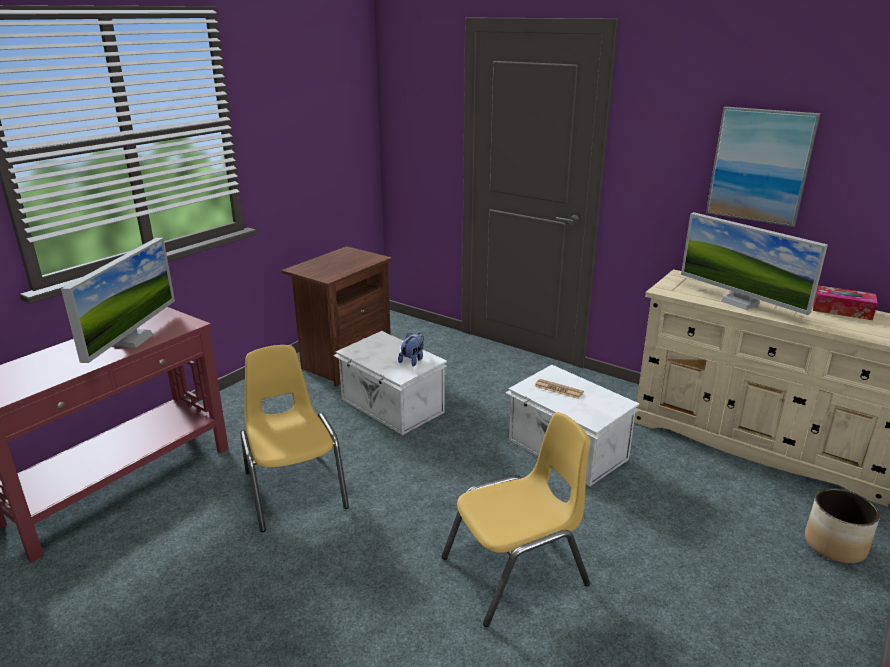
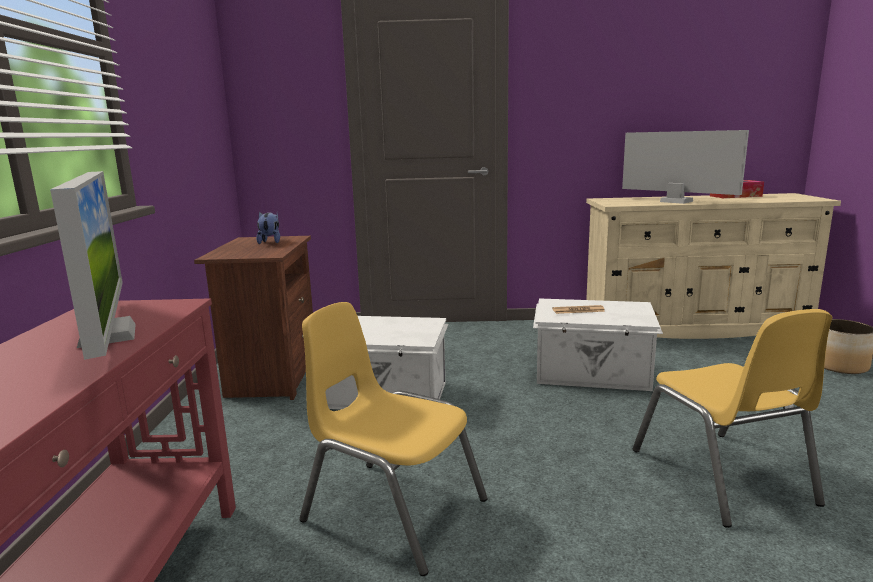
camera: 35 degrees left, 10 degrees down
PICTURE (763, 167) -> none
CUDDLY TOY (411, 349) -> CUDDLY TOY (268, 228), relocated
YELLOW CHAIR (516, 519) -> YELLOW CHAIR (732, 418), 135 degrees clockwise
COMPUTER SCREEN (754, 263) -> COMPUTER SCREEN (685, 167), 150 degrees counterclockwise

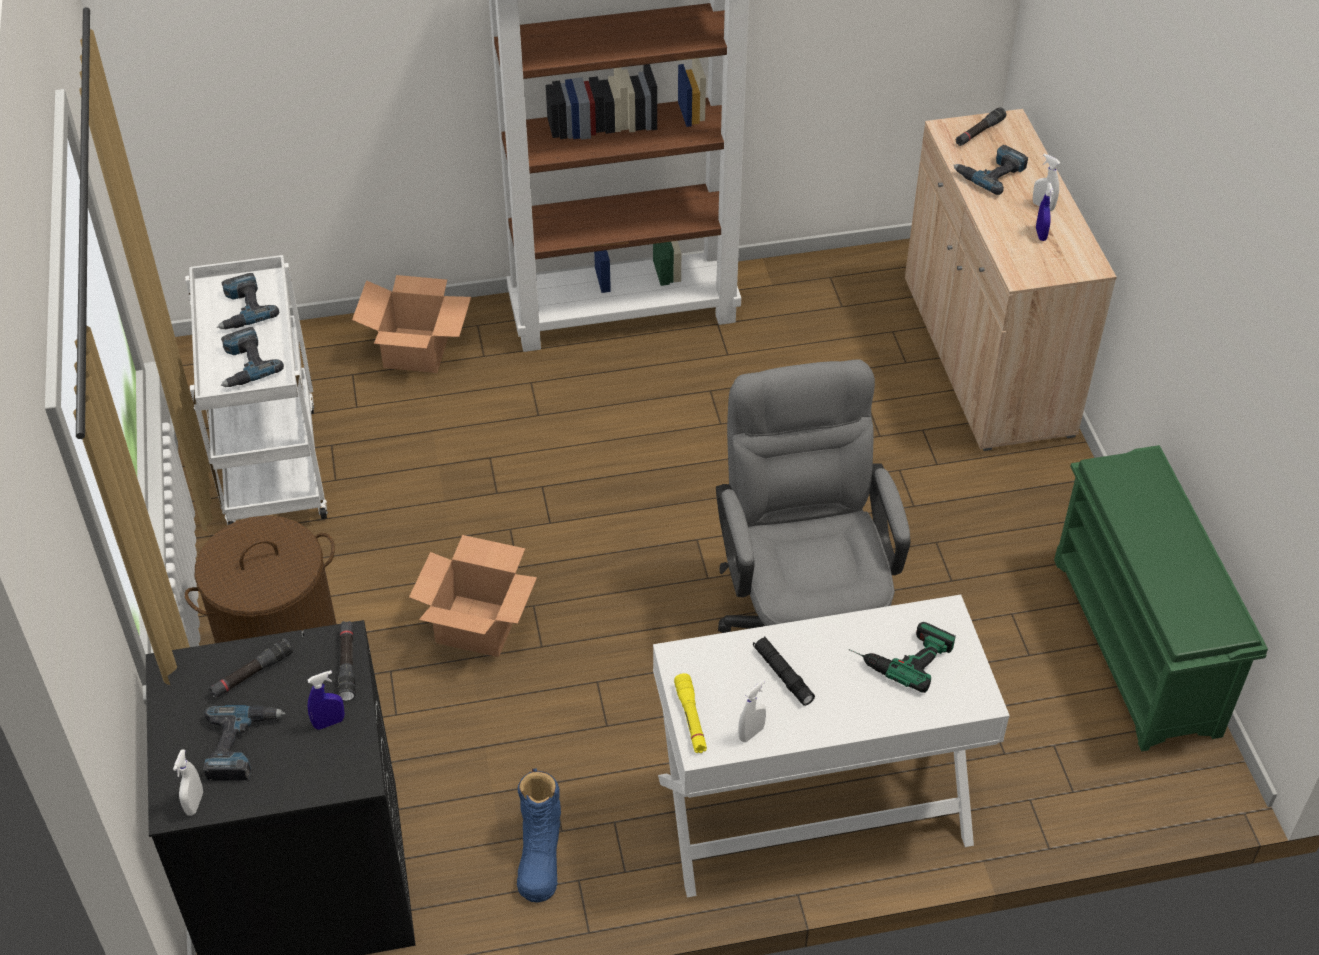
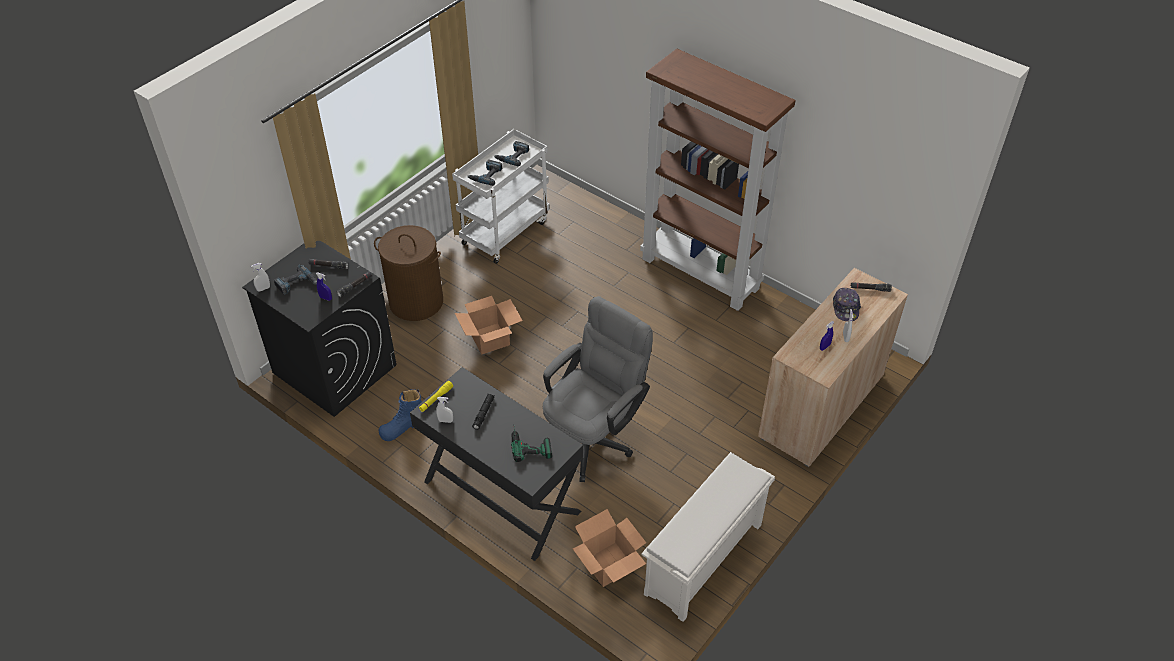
camera: 50 degrees right, 0 degrees up
CARDBOARD BOX (411, 324) -> CARDBOARD BOX (609, 548), relocated
ELECTRIC DRILL (990, 170) -> BASEBALL CAP (847, 304)
WHITE-COLOURED DESK TABLE (831, 746) -> BLACKISH DESK TABLE (496, 464)
GREENISH SHOE RACK (1161, 598) -> WHITE-COLOURED SHOE RACK (708, 537)

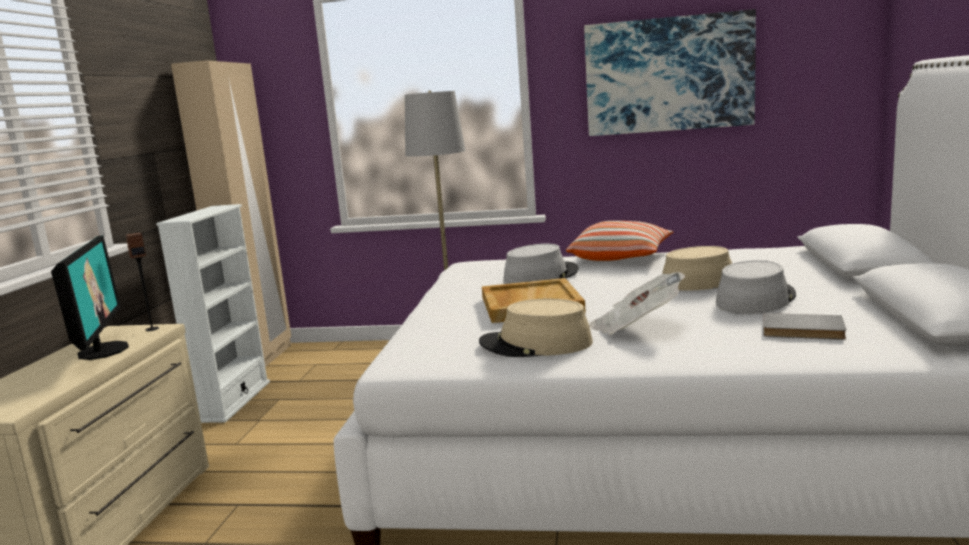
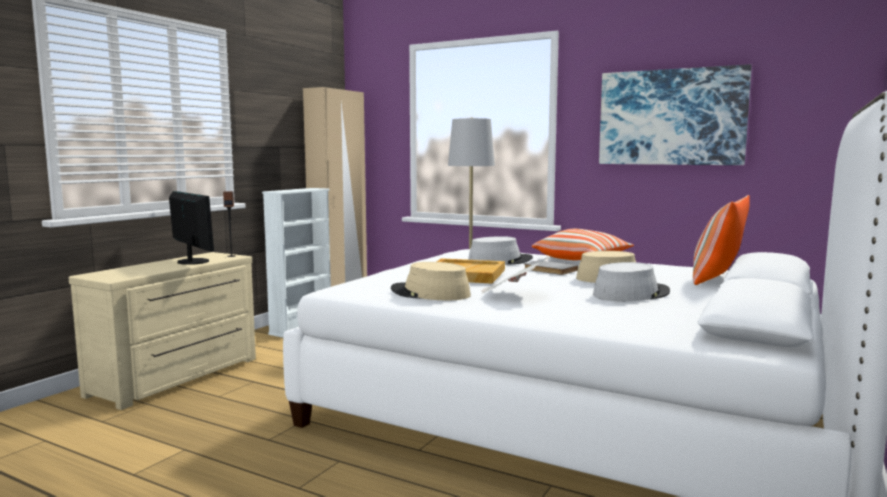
camera: 20 degrees right, 5 degrees down
none -> THROW PILLOW (721, 240)
GREYISH VOLUME (804, 326) -> GREYISH VOLUME (551, 267), relocated
COMPUTER SCREEN (90, 297) -> COMPUTER SCREEN (191, 228), 45 degrees counterclockwise

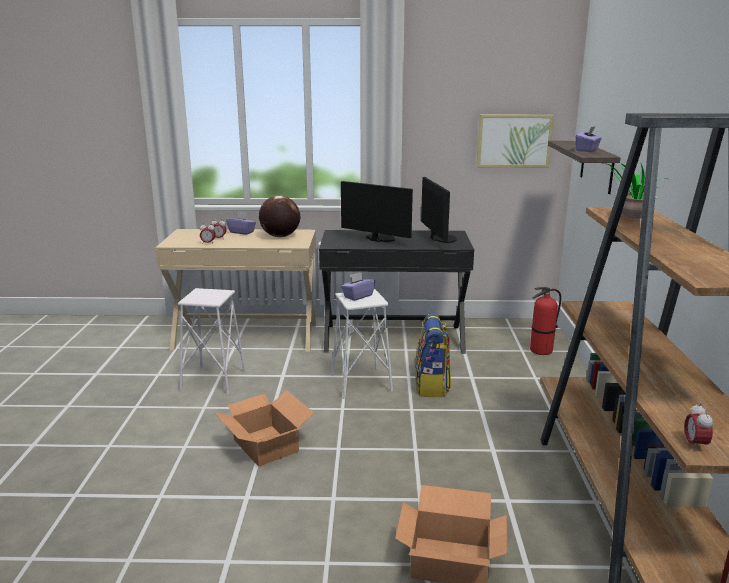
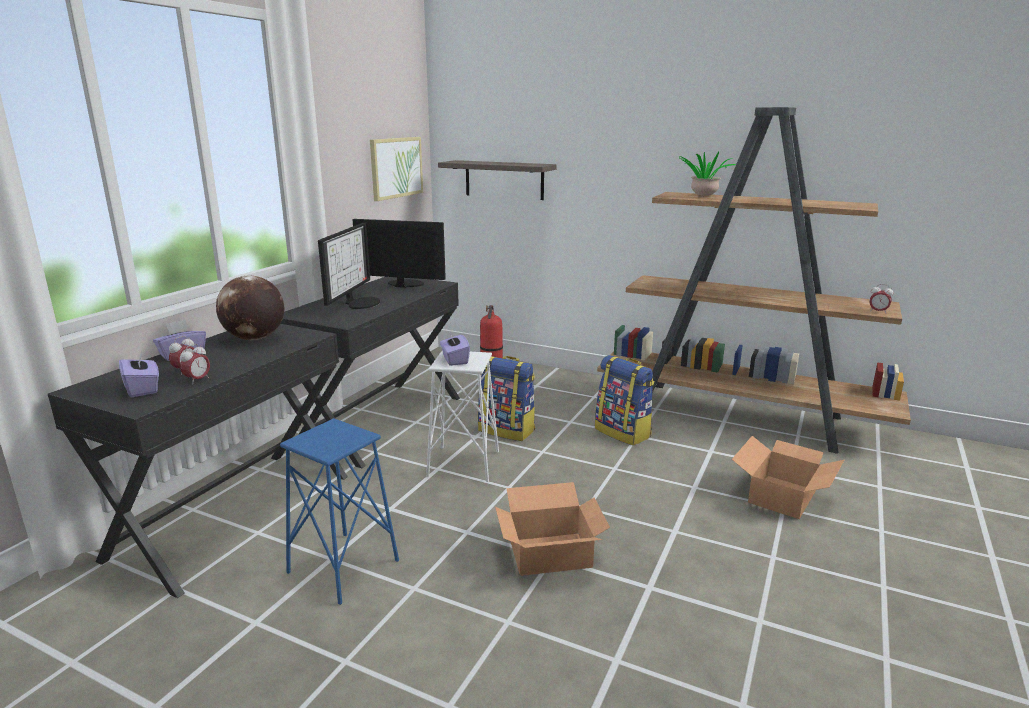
camera: 65 degrees left, 0 degrees up
none -> BACKPACK (624, 400)
PURPLE-COLOURED TISSUE HOLDER (588, 139) -> PURPLE-COLOURED TISSUE HOLDER (139, 373), relocated
BEIGE DESK TABLE (235, 290) -> BLACKISH DESK TABLE (198, 461)
WHITE-COLOURED STOOL SEAT (212, 341) -> BLUE-COLOURED STOOL SEAT (339, 511)
COMPUTER SCREEN (377, 211) -> COMPUTER SCREEN (349, 266), 135 degrees clockwise

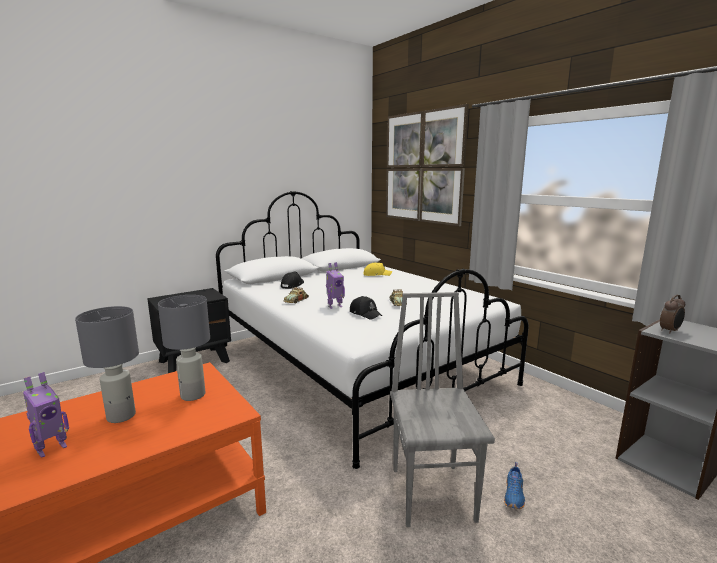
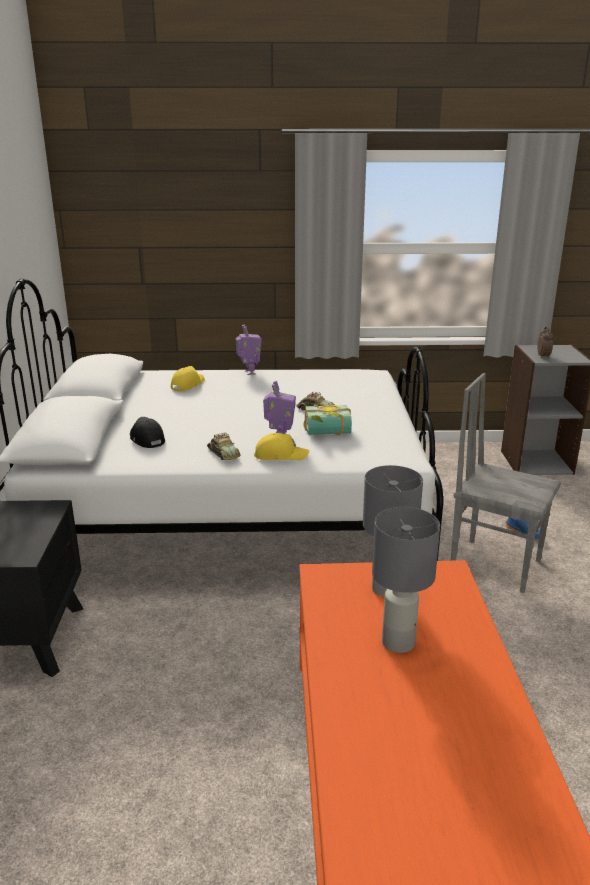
camera: 55 degrees left, 10 degrees up
PICTURE (427, 165) -> none
none -> YELLOW BASEBALL CAP (282, 446)
TOY ROBOT (46, 415) -> TOY ROBOT (248, 350), relocated
BLACKISH BASEBALL CAP (366, 307) -> VOLUME (327, 419)

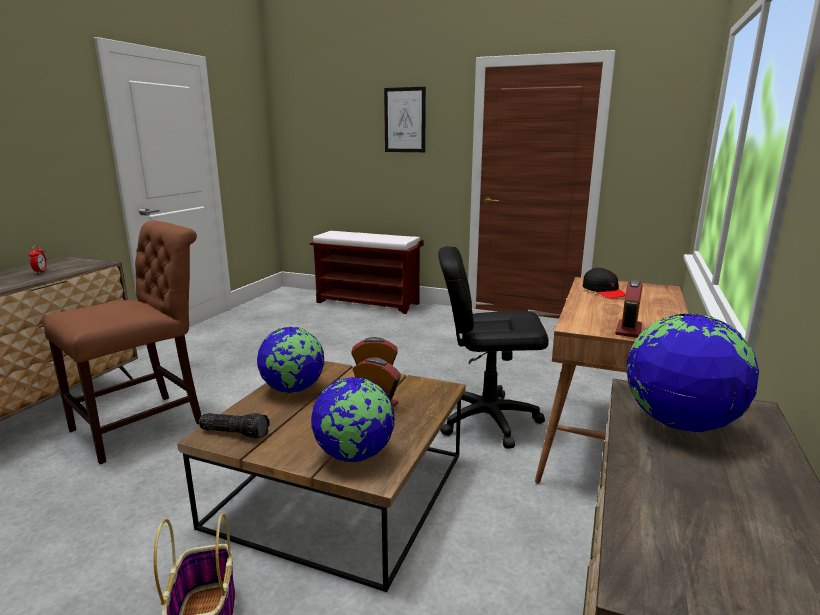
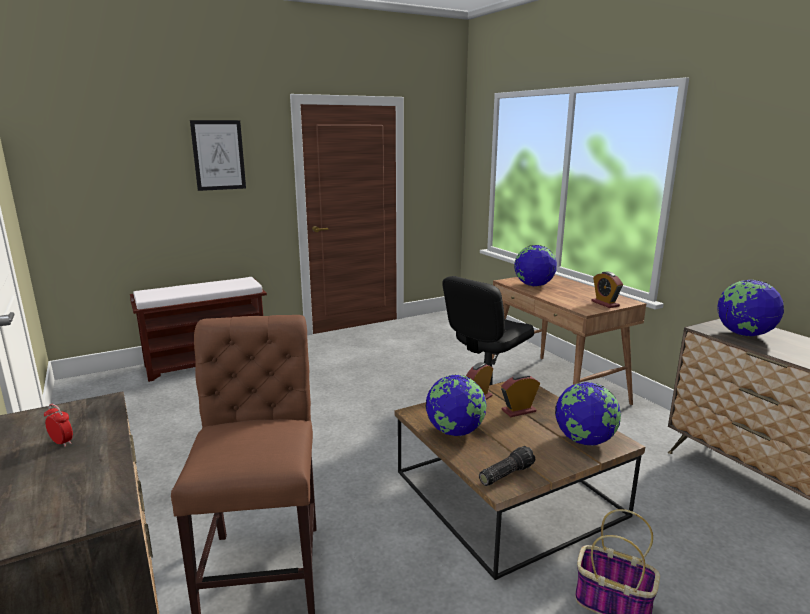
camera: 50 degrees left, 0 degrees up
BLACKISH BASEBALL CAP (604, 283) -> DESK GLOBE (535, 265)

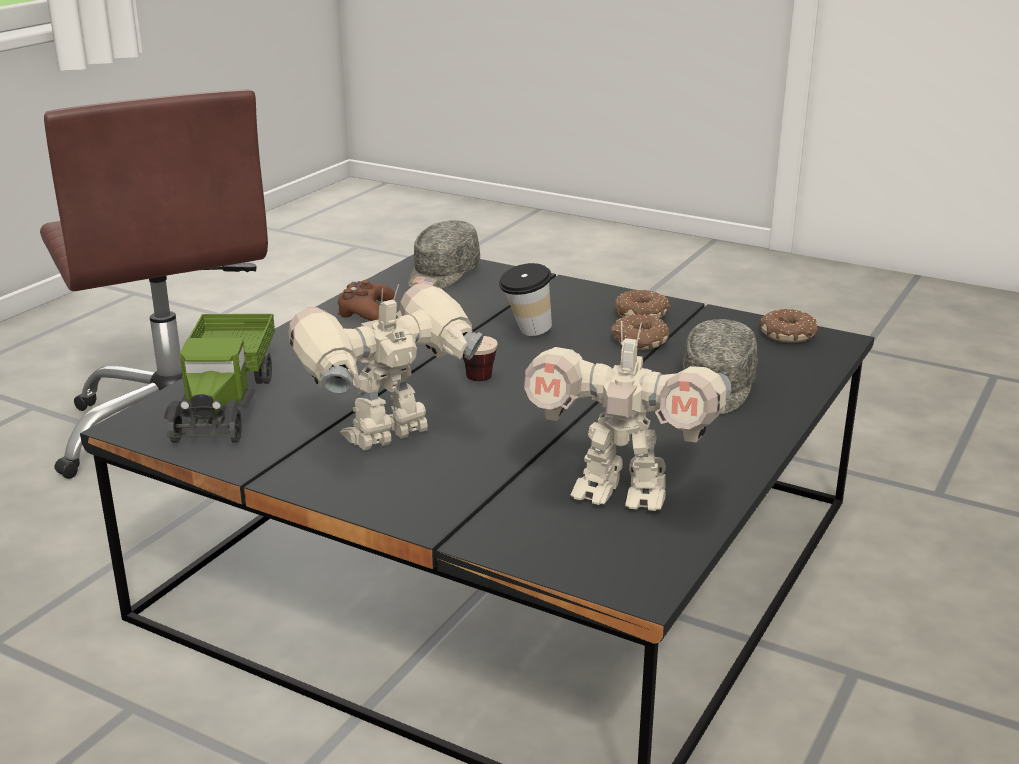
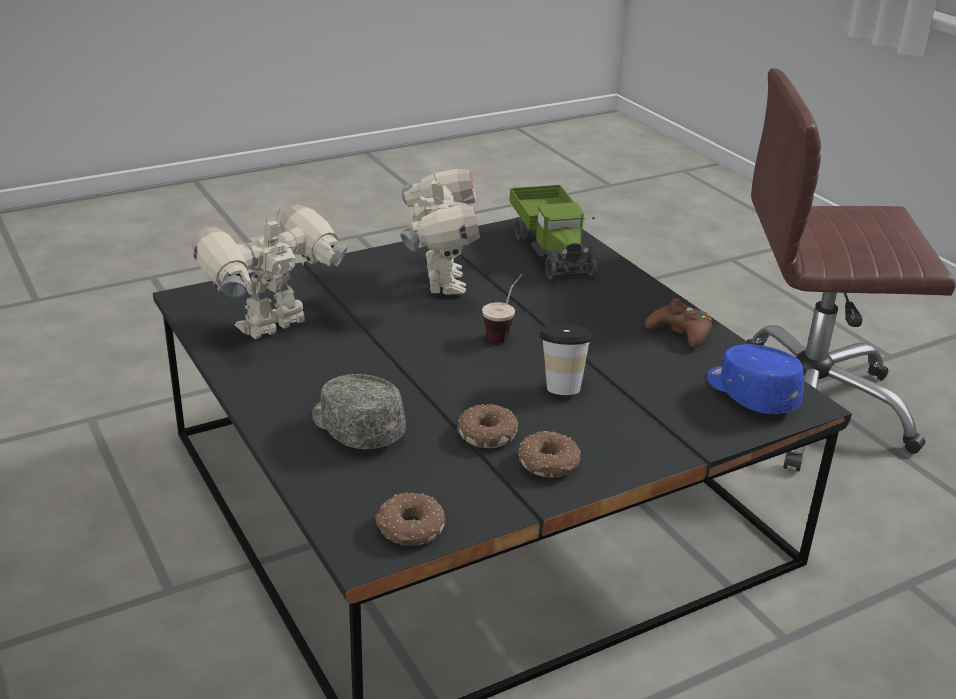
camera: 120 degrees right, 5 degrees up
GREYISH BASEBALL CAP (444, 254) -> BLUE-COLOURED BASEBALL CAP (755, 379)
MODEL TRUCK (219, 378) -> MODEL TRUCK (554, 232), 135 degrees counterclockwise

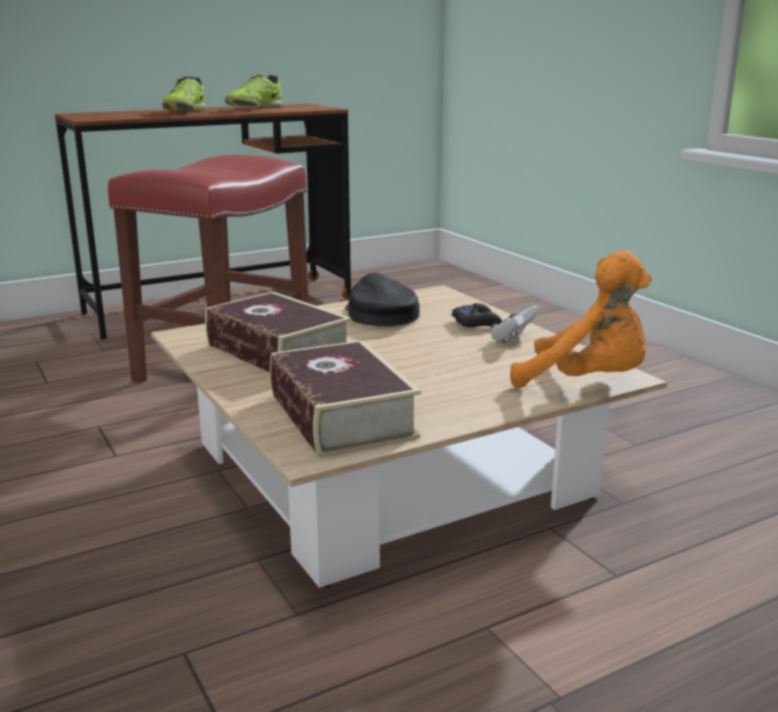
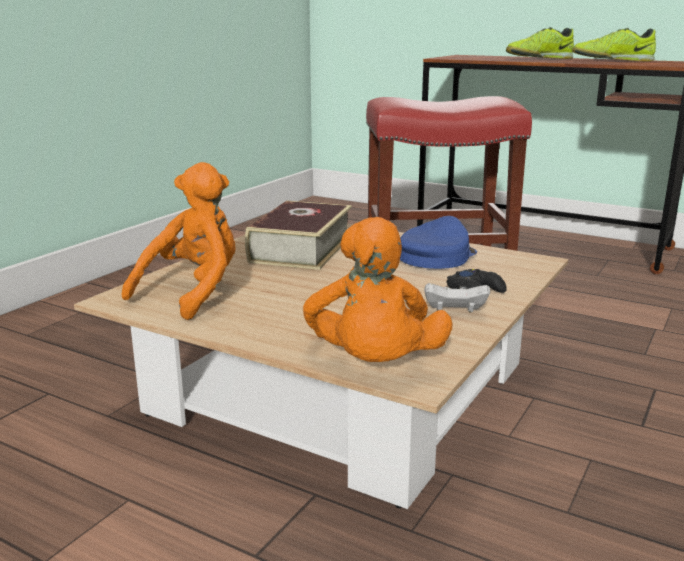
camera: 60 degrees right, 0 degrees up
VOLUME (345, 398) -> ORANGE CUDDLY TOY (179, 241)
BLACKISH BASEBALL CAP (382, 299) -> BLUE-COLOURED BASEBALL CAP (438, 242)

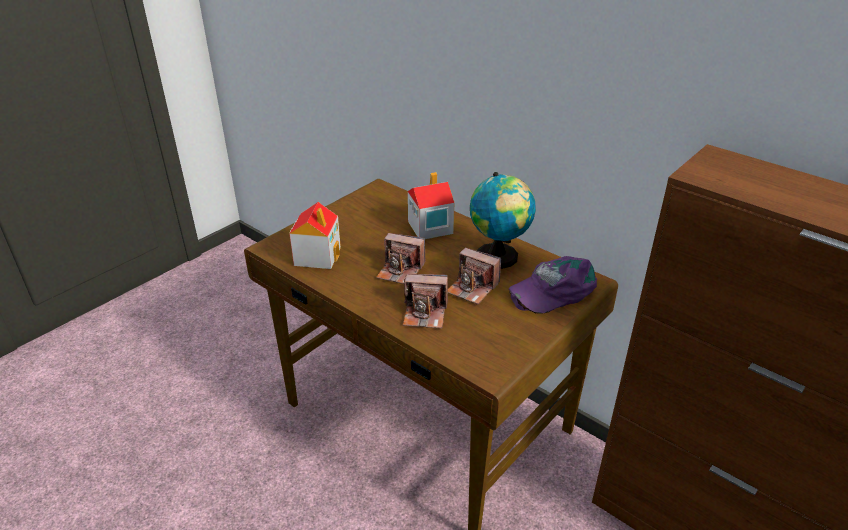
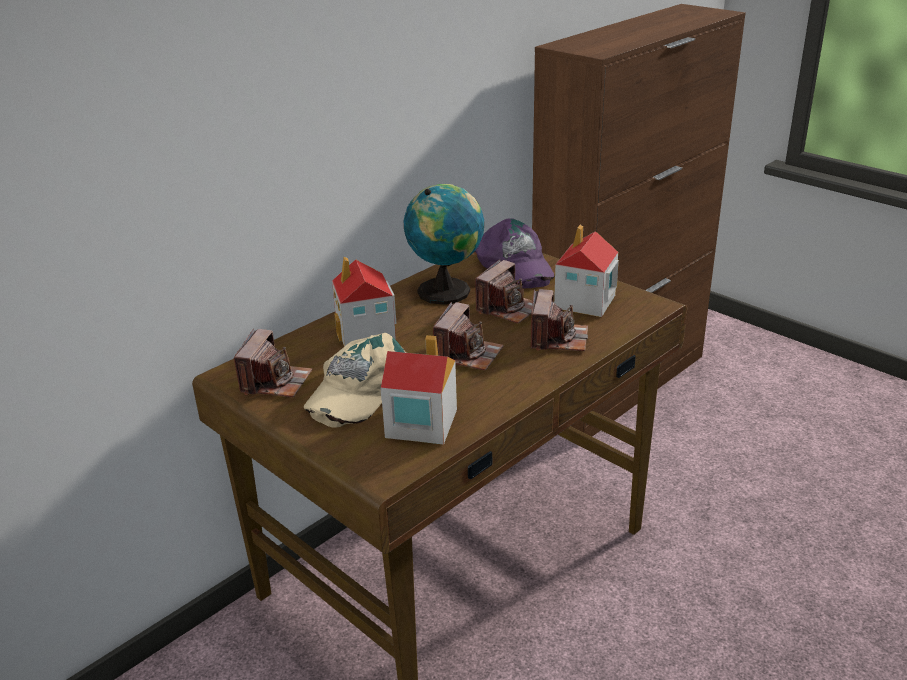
camera: 85 degrees left, 5 degrees down
none -> PHOTO CAMERA (273, 363)
none -> BEIGE BASEBALL CAP (355, 380)
none -> TOY HOUSE (586, 271)

